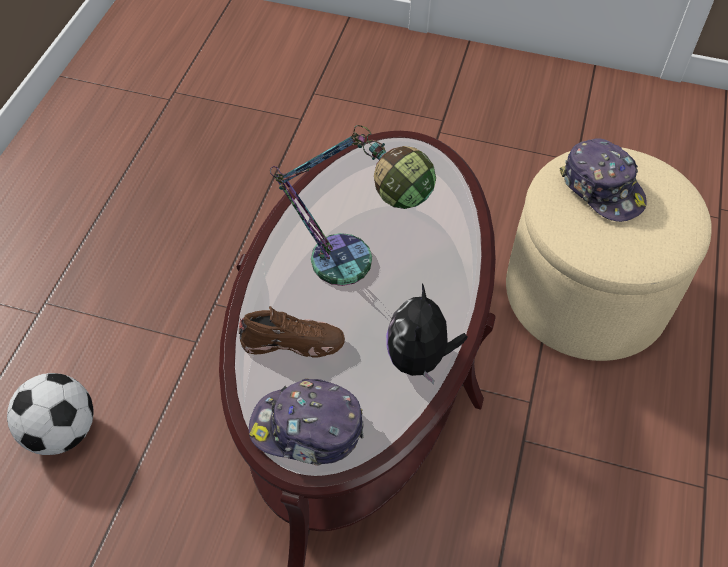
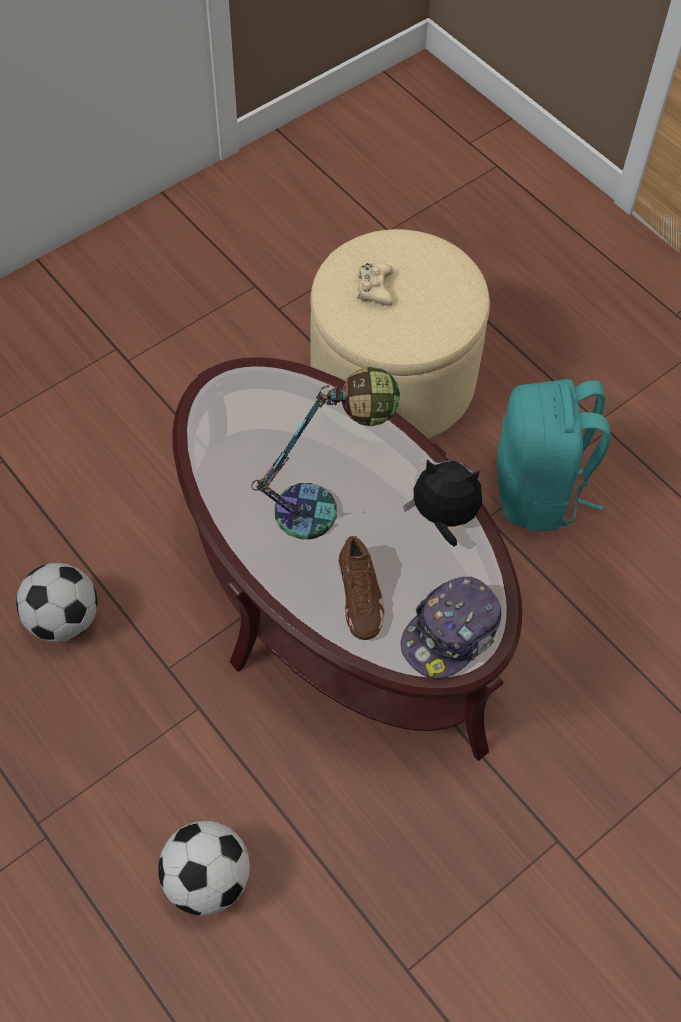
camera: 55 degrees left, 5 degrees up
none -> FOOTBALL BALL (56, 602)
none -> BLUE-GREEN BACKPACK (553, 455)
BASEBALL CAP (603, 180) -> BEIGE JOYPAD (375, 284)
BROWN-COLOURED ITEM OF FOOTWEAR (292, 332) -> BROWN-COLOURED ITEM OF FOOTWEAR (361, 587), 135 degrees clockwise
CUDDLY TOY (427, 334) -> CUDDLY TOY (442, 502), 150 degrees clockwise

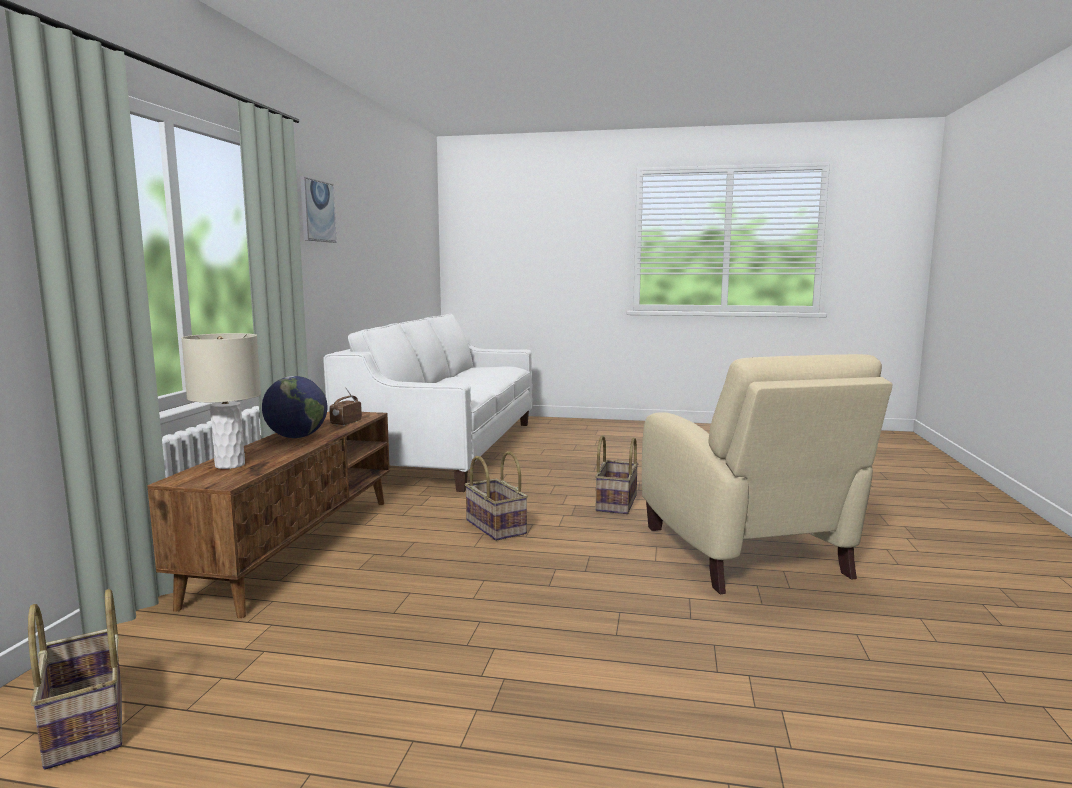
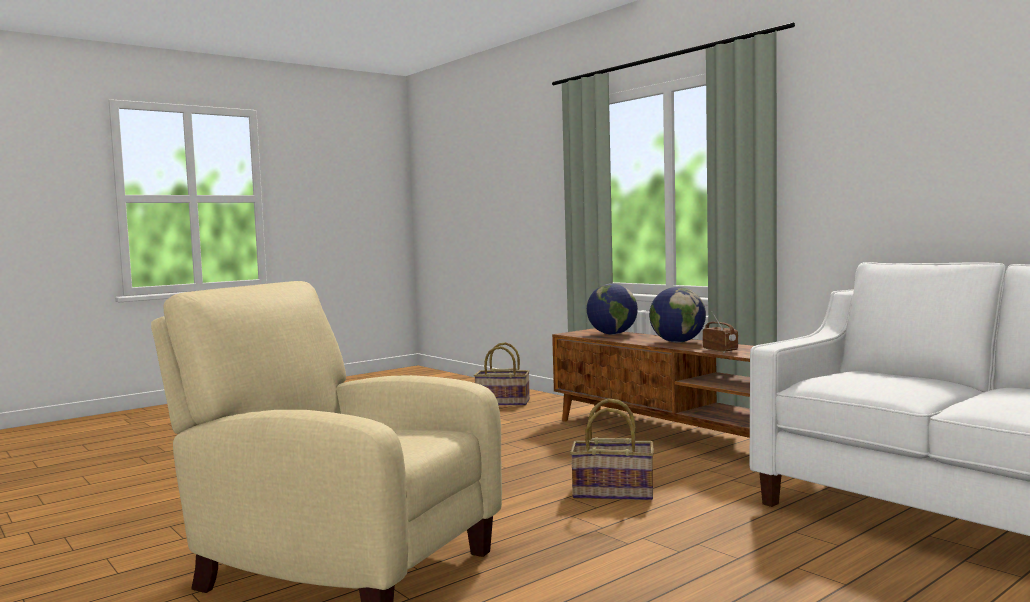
camera: 130 degrees right, 5 degrees down
PICTURE (318, 210) -> none
HOUSEHOLD BASKET (616, 474) -> none
BEIGE TABLETOP LAMP (221, 401) -> DESK GLOBE (612, 309)

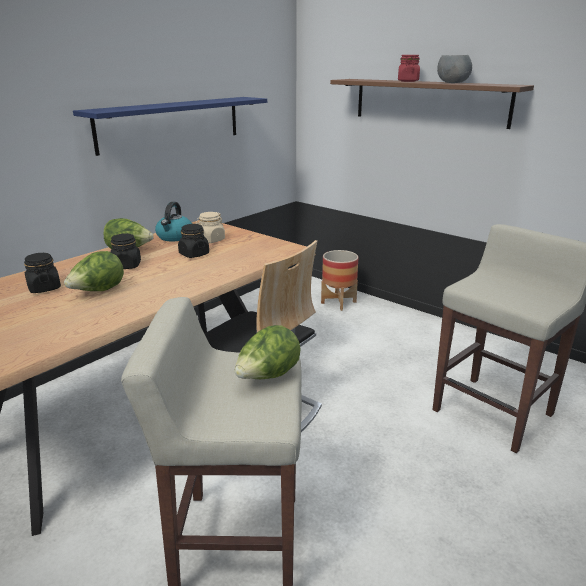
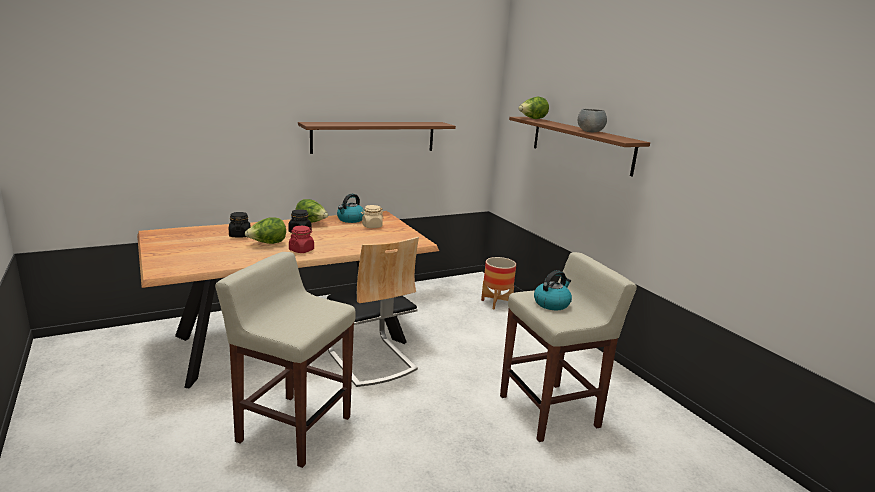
camera: 20 degrees right, 5 degrees down
BLACKISH STORAGE JAR (193, 241) -> none
none -> KETTLE (553, 290)
LETTUCE HEAD (267, 352) -> LETTUCE HEAD (534, 107), relocated
RED STORAGE JAR (409, 68) -> RED STORAGE JAR (301, 239), relocated
BLUE-COLOURED BRACKET SHELF (170, 126) -> BROWN-COLOURED BRACKET SHELF (377, 138)

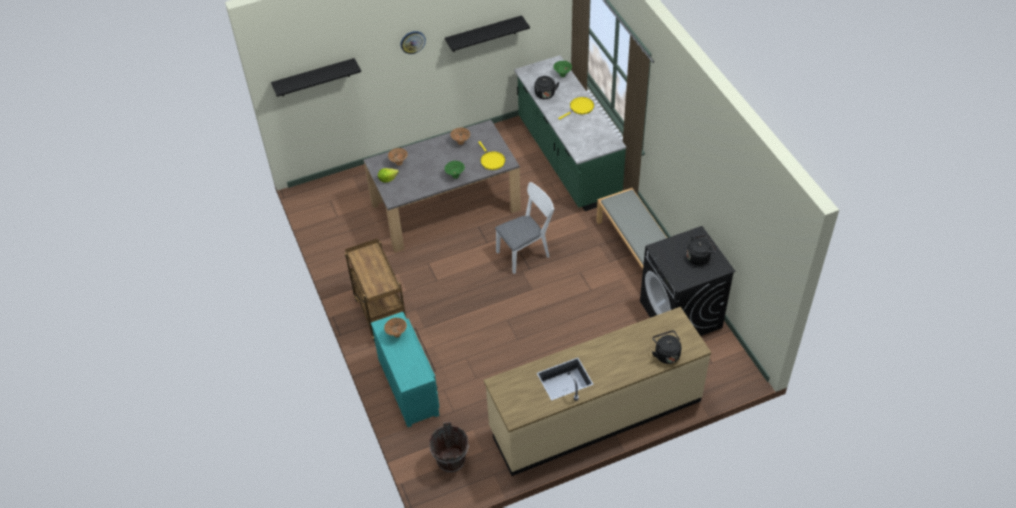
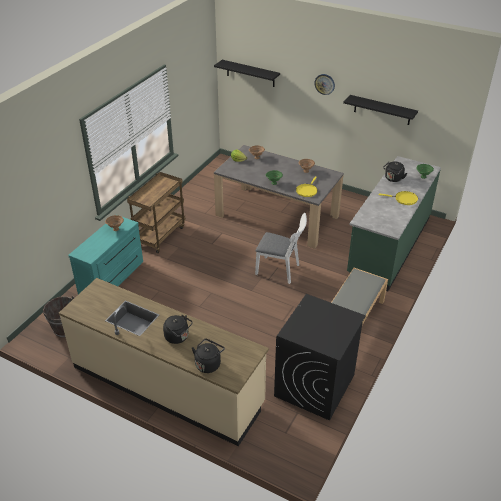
camera: 50 degrees right, 10 degrees down
BLACKISH KETTLE (701, 250) -> BLACKISH KETTLE (178, 329), relocated

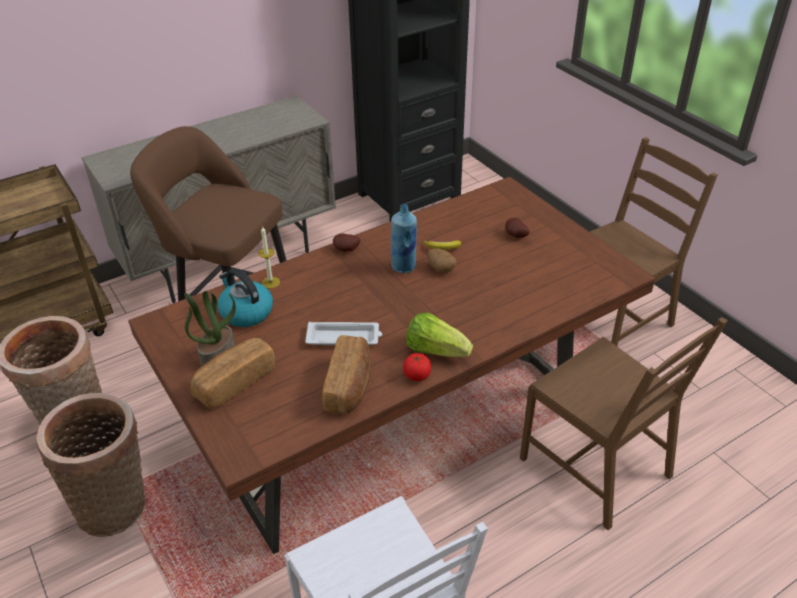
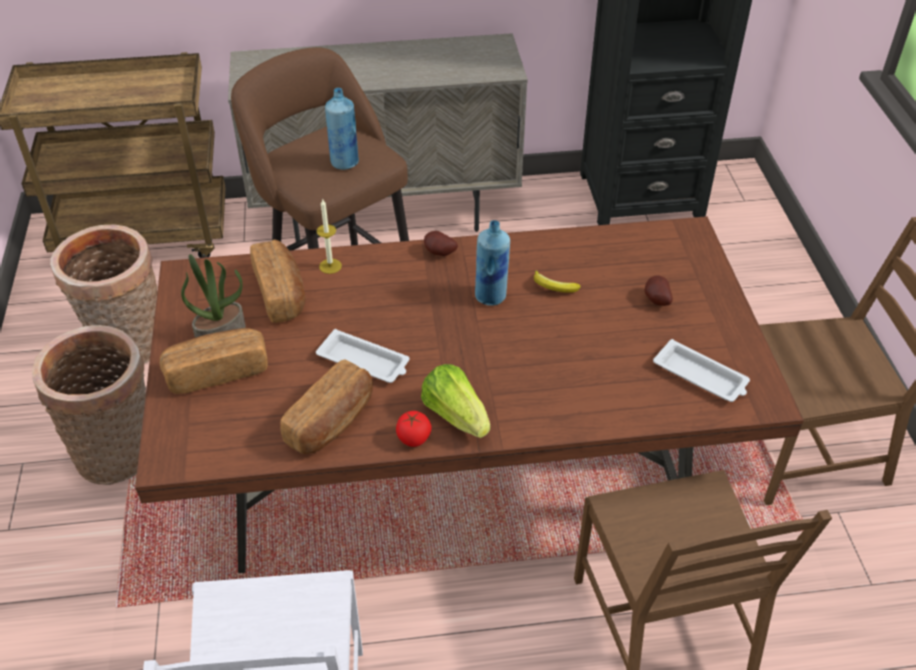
camera: 25 degrees right, 5 degrees up
WHOLE POTATO (442, 260) -> none
none -> BLUE-COLOURED BEVERAGE BOTTLE (342, 129)
none -> WHITE-COLOURED CARRYING TRAY (701, 370)
KETTLE (245, 297) -> BAKED BREAD (278, 281)

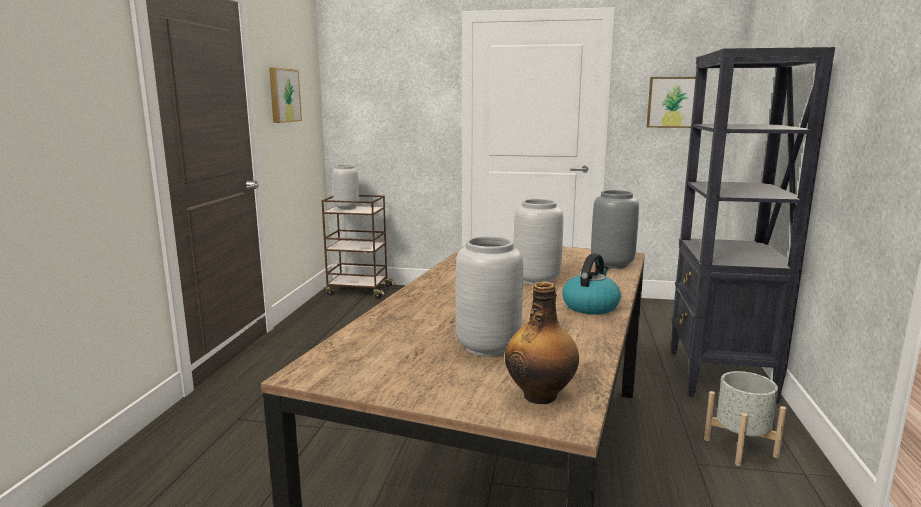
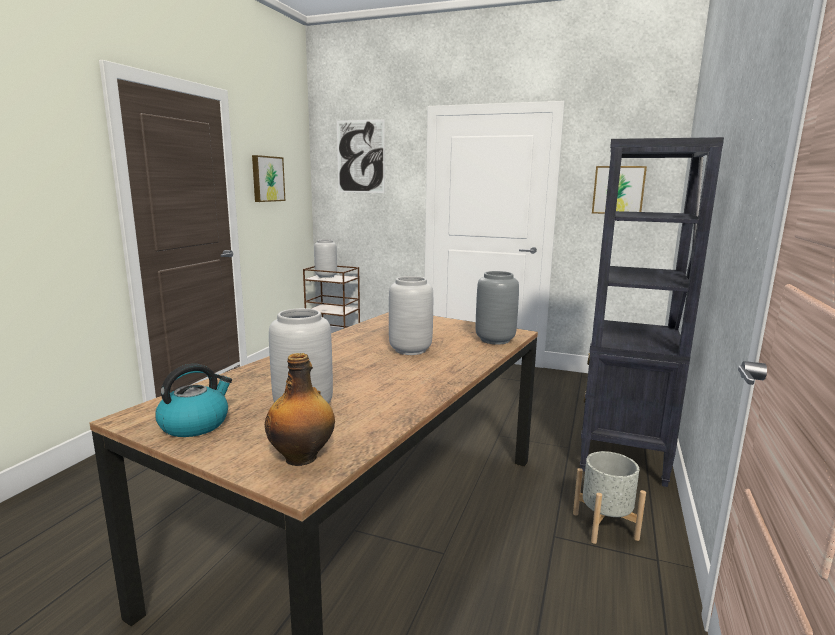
camera: 10 degrees right, 0 degrees up
none -> PICTURE (361, 156)
KETTLE (591, 284) -> KETTLE (193, 400), relocated

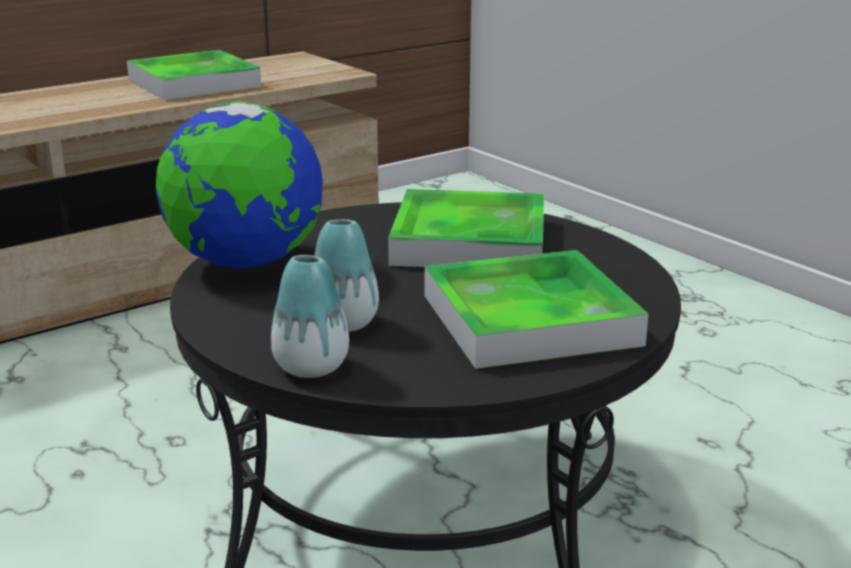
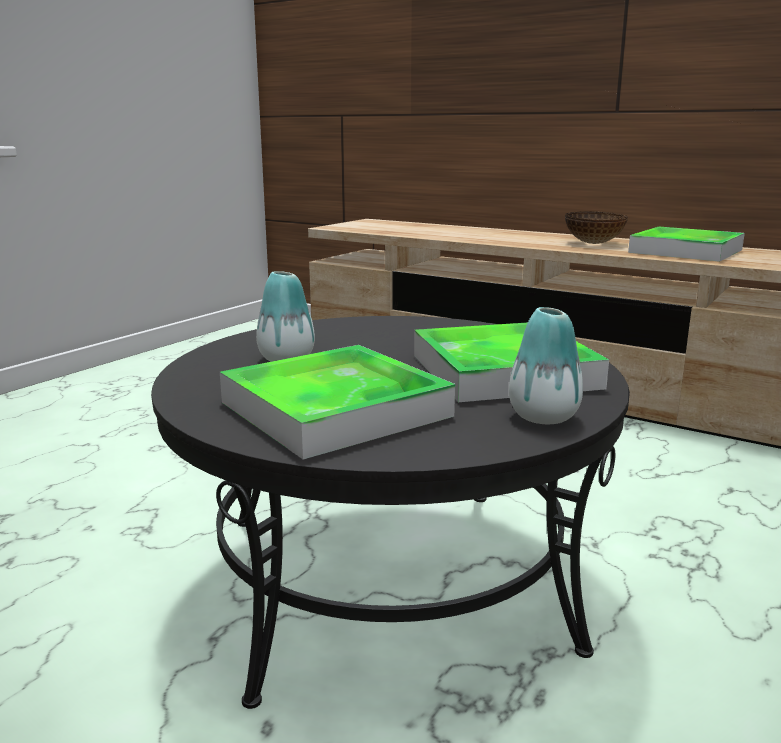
camera: 70 degrees right, 5 degrees down
DESK GLOBE (239, 185) -> none
none -> BOWL (596, 227)
FLOWER VASE (310, 316) -> FLOWER VASE (546, 365), relocated

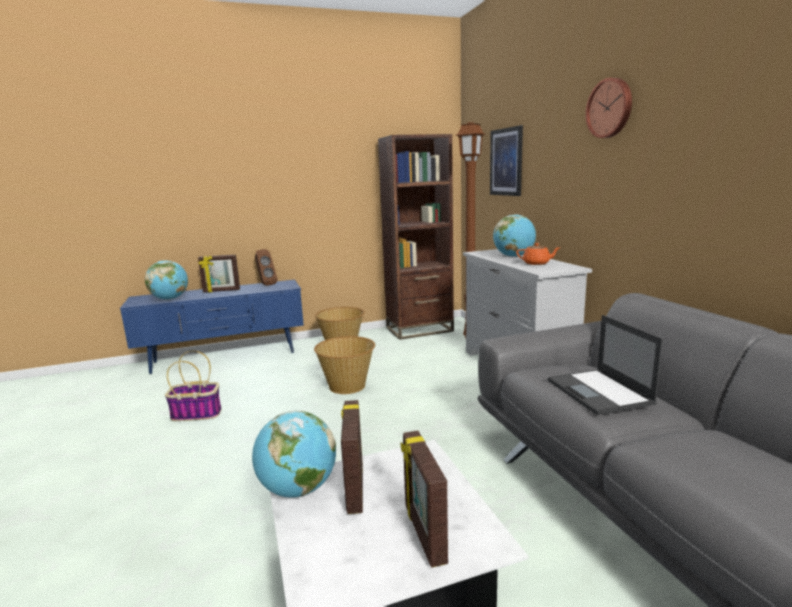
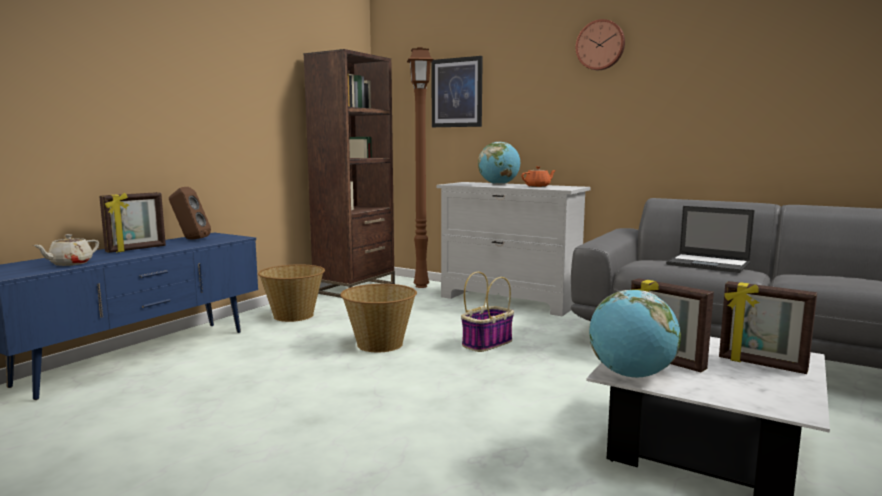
camera: 40 degrees left, 5 degrees down
HOUSEHOLD BASKET (193, 386) -> HOUSEHOLD BASKET (487, 312), relocated
DESK GLOBE (166, 280) -> BEIGE TEA POT (66, 250)

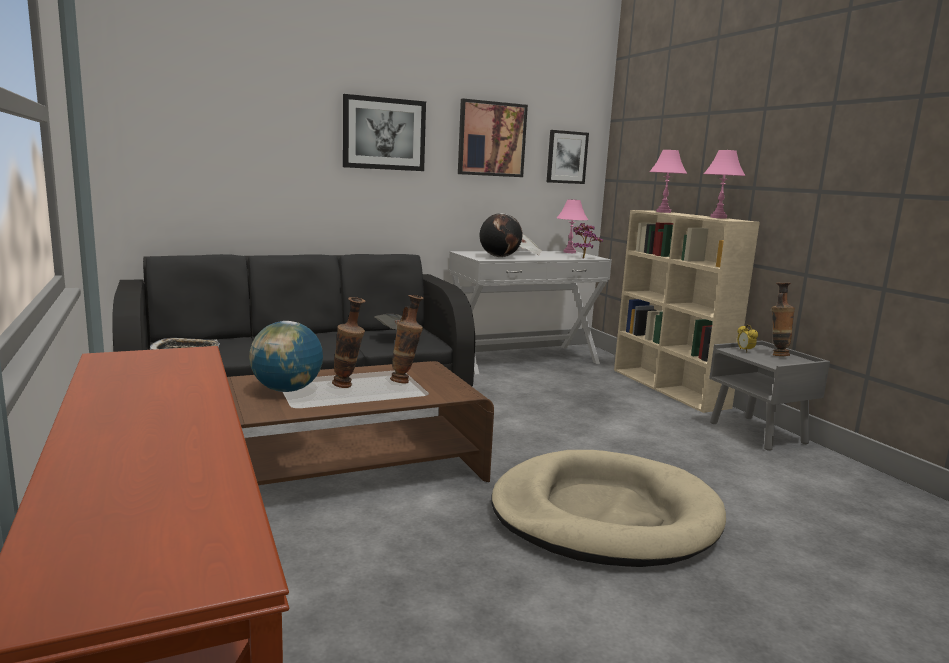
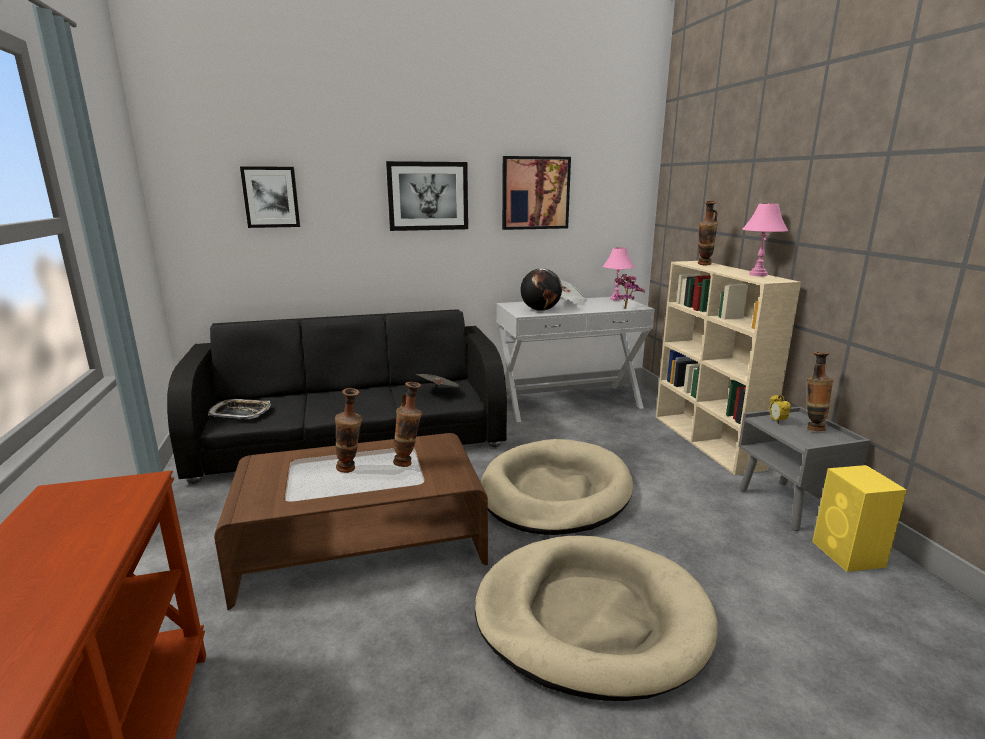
camera: 10 degrees right, 5 degrees up
DESK GLOBE (286, 356) -> none
none -> BEIGE DOG BED (557, 487)
none -> YELLOW LOUDSPEAKER (859, 518)
PICTURE (568, 157) -> PICTURE (270, 197), relocated
PINKISH TABLETOP LAMP (668, 181) -> FLOWER VASE (708, 233)

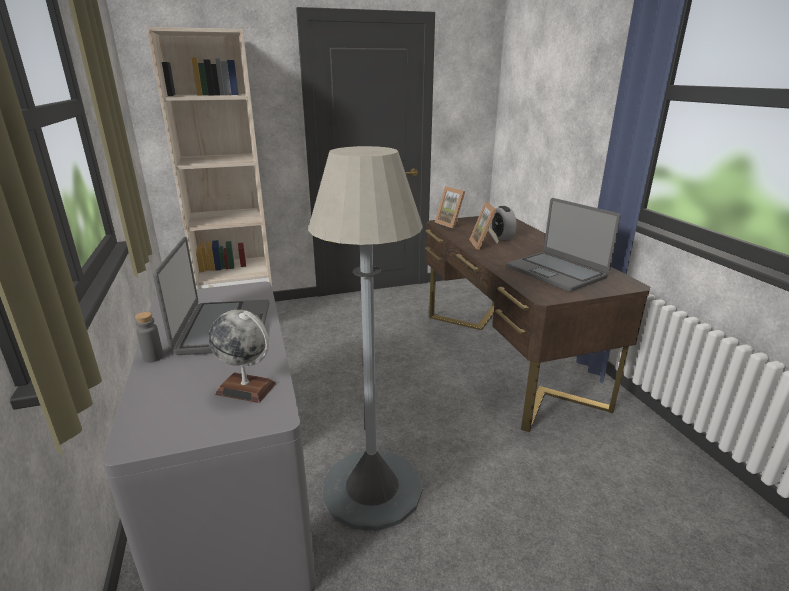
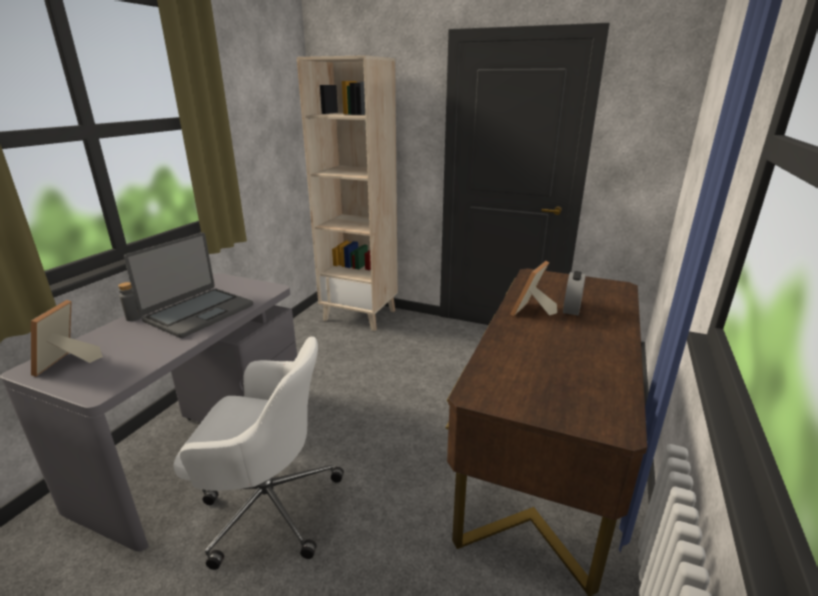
camera: 40 degrees right, 0 degrees up
DESK GLOBE (242, 356) -> none
PORTABLE COMPUTER (564, 245) -> none
STANDING FRAME (450, 207) -> STANDING FRAME (67, 338), relocated
GREYISH FLOOR LAMP (365, 338) -> WHITE-COLOURED COMPUTER CHAIR (259, 453)

